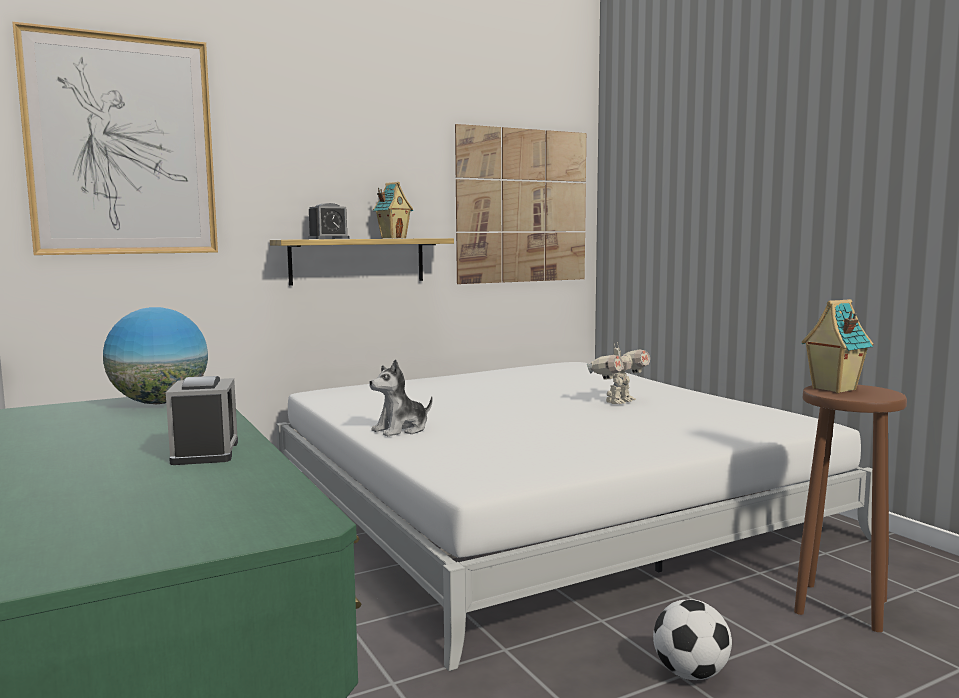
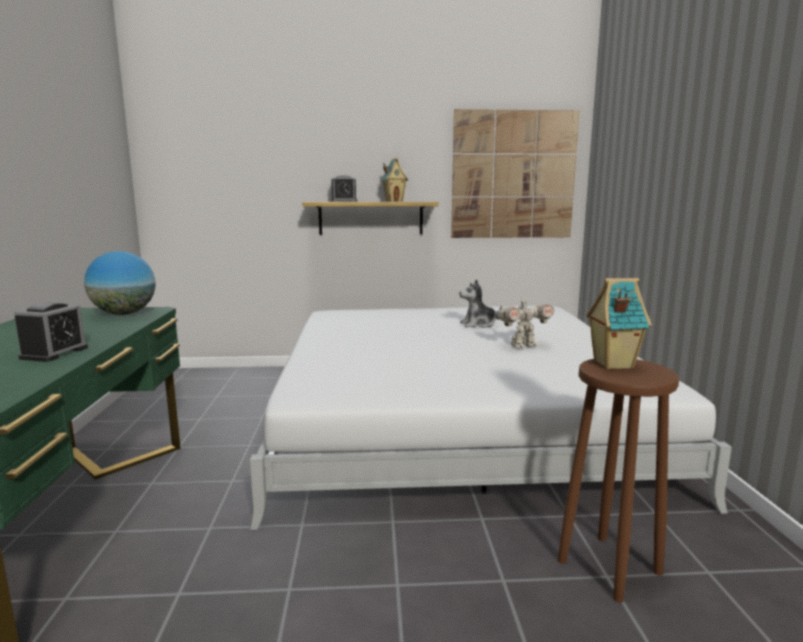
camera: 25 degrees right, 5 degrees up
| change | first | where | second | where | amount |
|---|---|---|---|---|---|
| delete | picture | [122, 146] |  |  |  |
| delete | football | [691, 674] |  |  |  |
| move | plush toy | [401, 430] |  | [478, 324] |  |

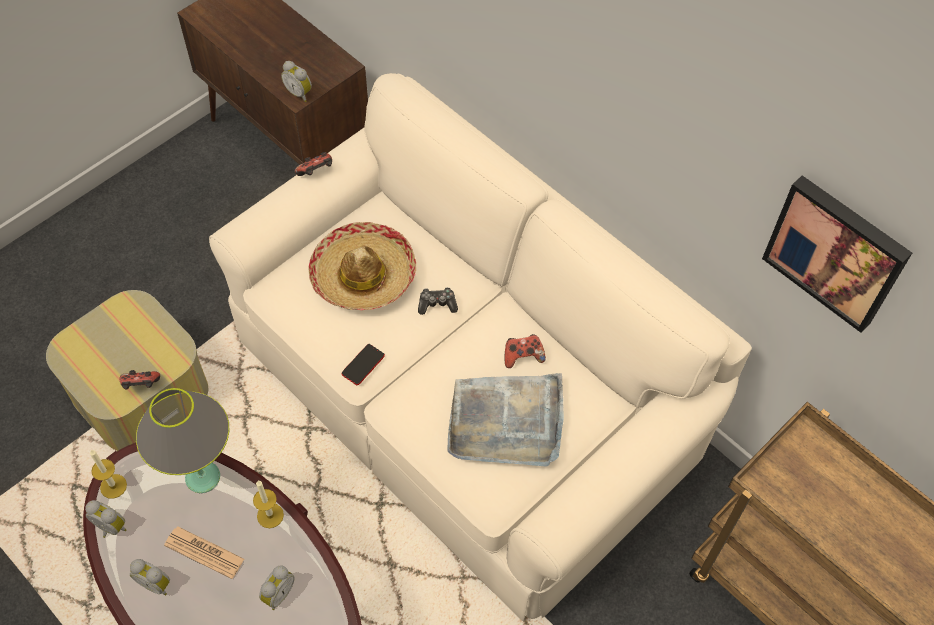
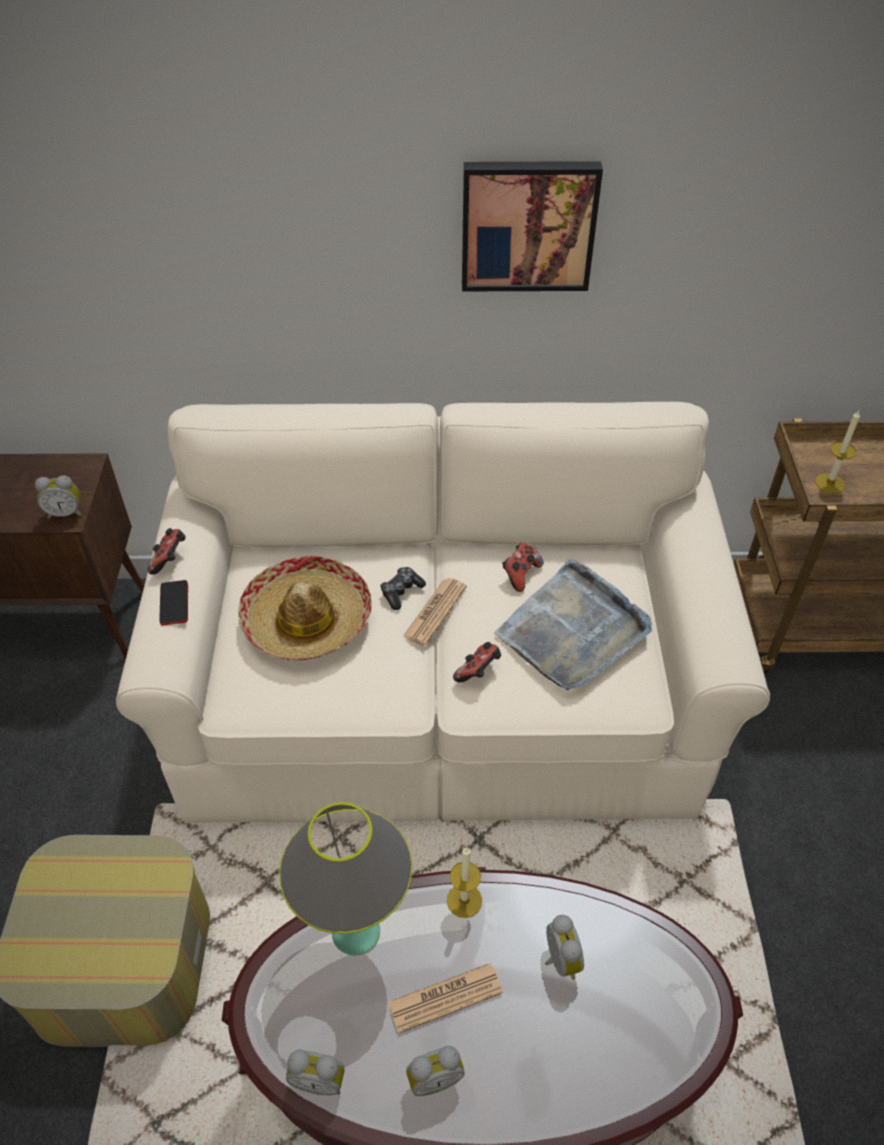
camera: 45 degrees left, 10 degrees down
| change | first | where | second | where | amount |
|---|---|---|---|---|---|
| insert |  |  | newspaper | [435, 612] |  |
| move | candle | [113, 486] |  | [830, 483] |  |
| move | game controller | [141, 386] |  | [478, 672] |  |
| move | phone | [363, 365] |  | [174, 603] |  |
| move | picture | [837, 251] |  | [528, 225] |  |
| rotate | alarm clock | [109, 529] |  | [319, 1079] | 150 degrees counterclockwise |

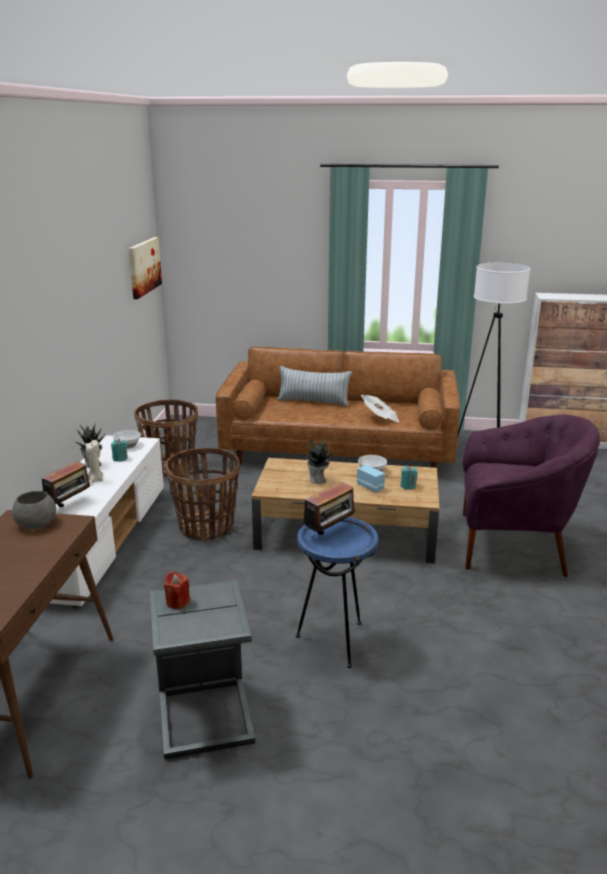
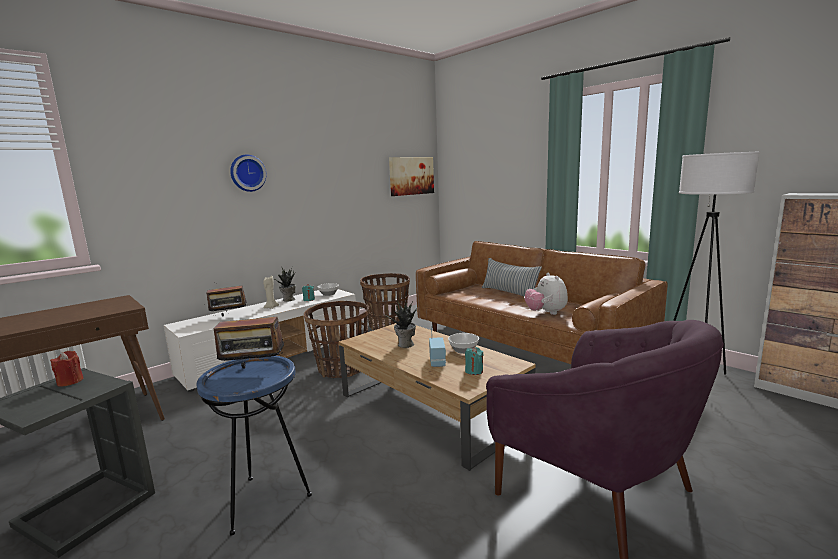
camera: 40 degrees right, 10 degrees down
| change | first | where | second | where | amount |
|---|---|---|---|---|---|
| delete | grey bowl | [37, 523] |  |  |  |
| insert |  |  | wall clock | [247, 173] |  |
| replace | newspaper | [380, 418] | plush toy | [546, 313] |  |

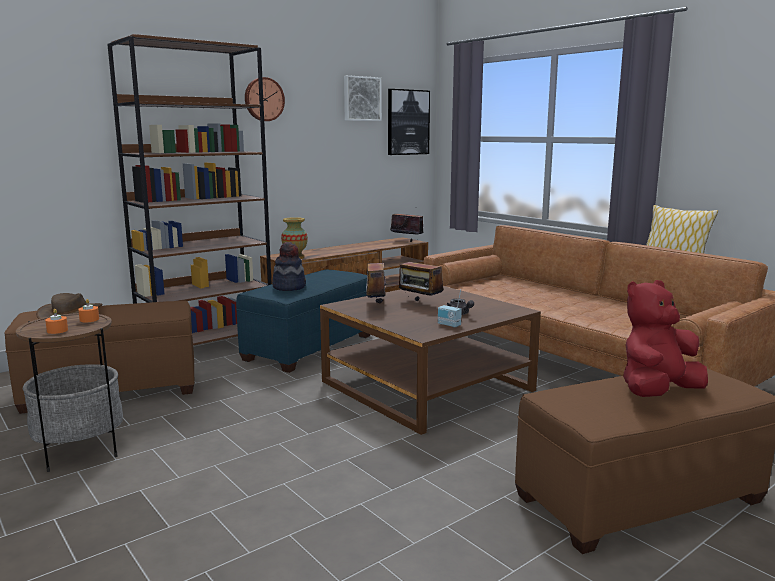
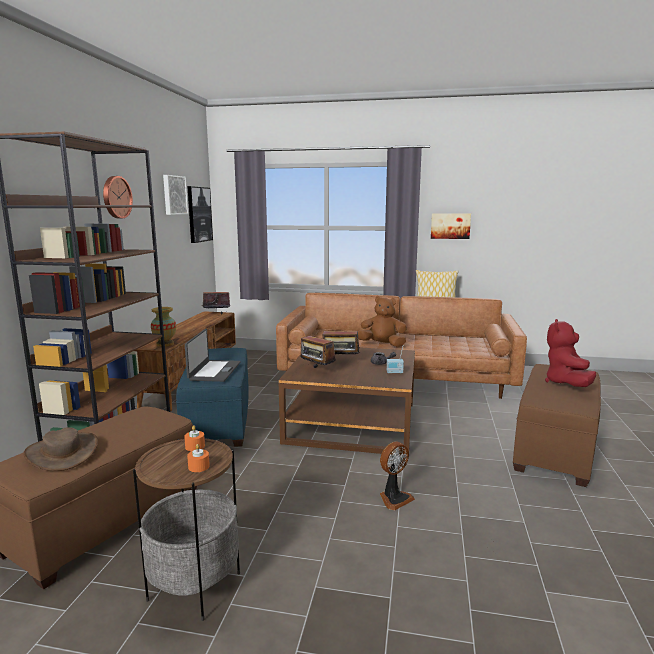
camera: 40 degrees left, 0 degrees up
| change | first | where | second | where | amount |
|---|---|---|---|---|---|
| insert |  |  | brown plush toy | [382, 345] |  |
| insert |  |  | fan | [394, 498] |  |
| insert |  |  | picture | [450, 226] |  |
| replace | hat | [289, 287] | laptop | [214, 371] |  |

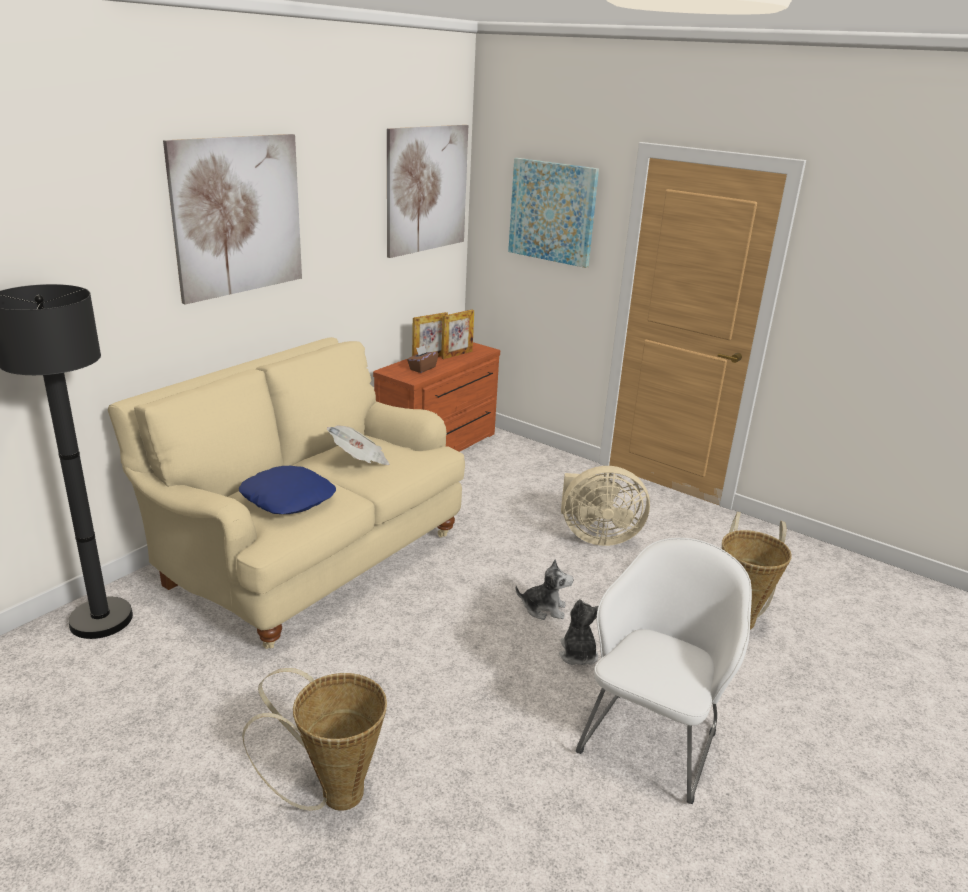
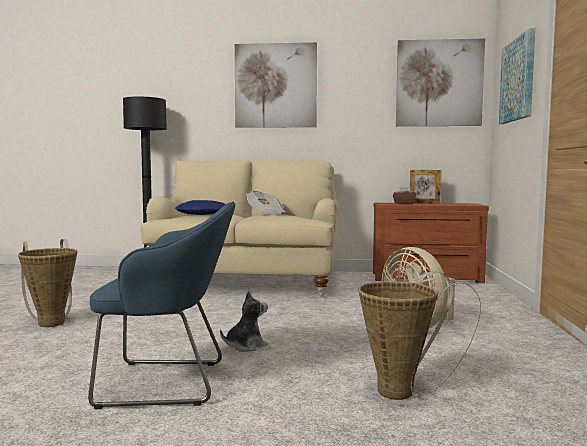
camera: 60 degrees right, 20 degrees down
| change | first | where | second | where | amount |
|---|---|---|---|---|---|
| delete | picture frame | [457, 354] |  |  |  |
| delete | plush toy | [544, 609] |  |  |  |
| recolor | white armchair | [652, 737] | blue armchair | [169, 383] |  |

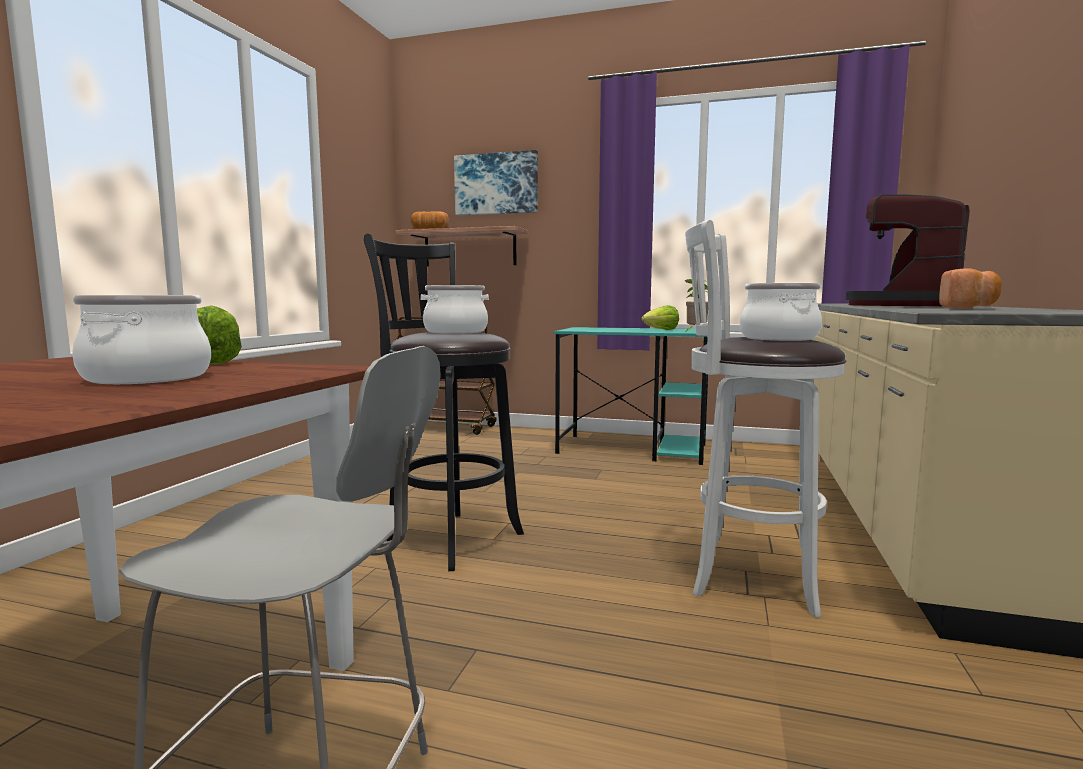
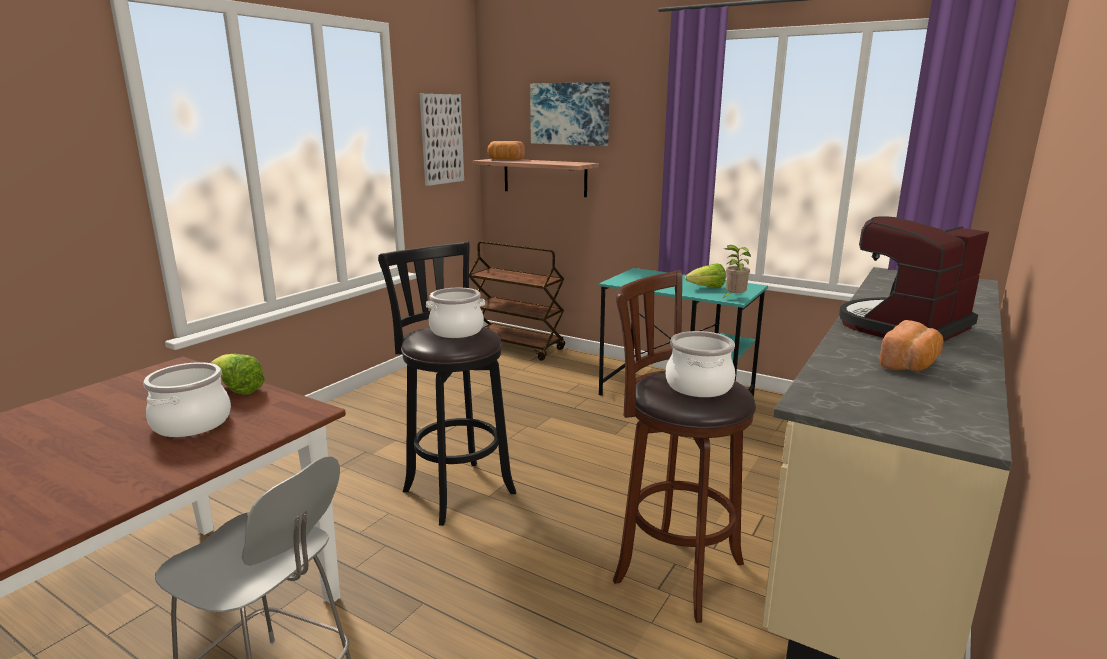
camera: 15 degrees right, 10 degrees up
| change | first | where | second | where | amount |
|---|---|---|---|---|---|
| insert |  |  | picture | [441, 139] |  |
| recolor | white stool | [747, 575] | brown stool | [672, 569] |  |

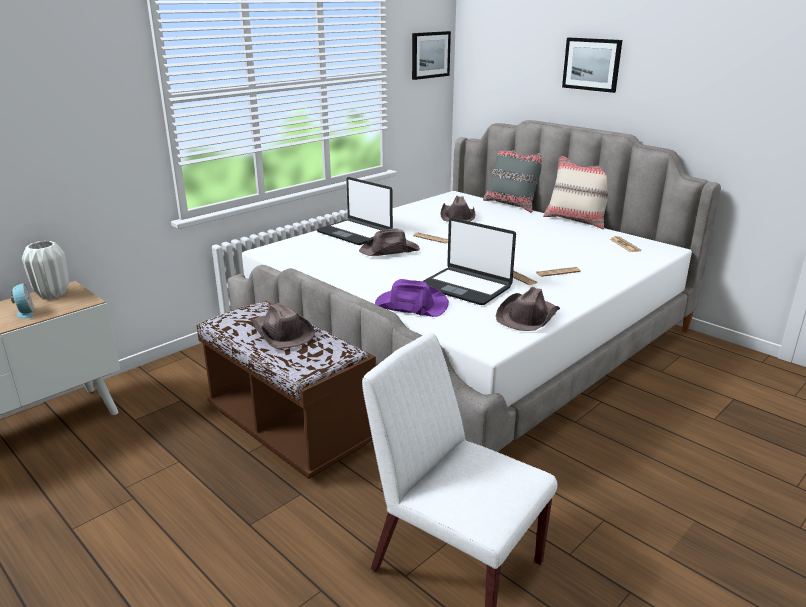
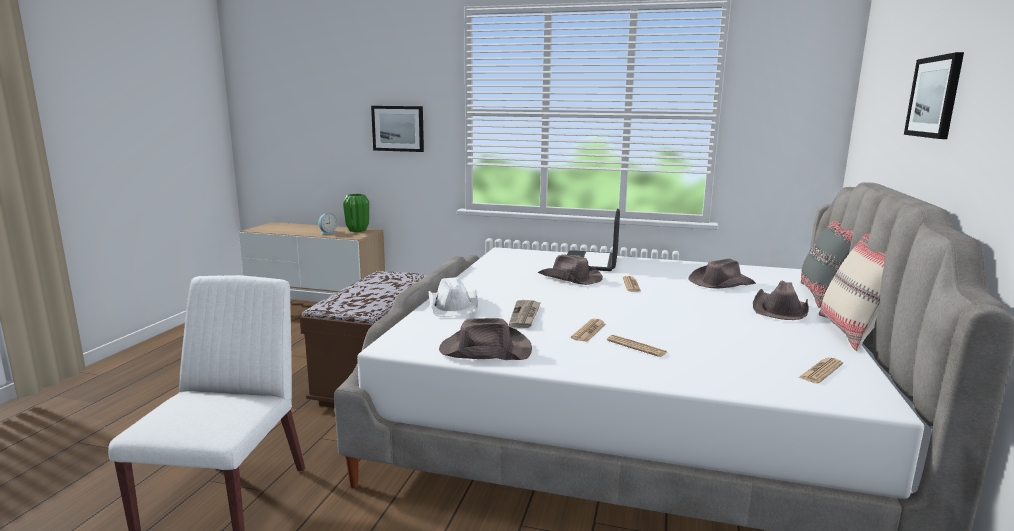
camera: 60 degrees right, 10 degrees down
| change | first | where | second | where | amount |
|---|---|---|---|---|---|
| move | brown hat | [281, 333] |  | [780, 310] |  |
| move | picture | [430, 55] |  | [398, 128] |  |
| replace | laptop | [465, 287] | newspaper | [525, 315] |  |
| recolor | white vase | [52, 294] | green vase | [357, 230] |  |
| recolor | purple hat | [411, 305] | white hat | [454, 305] |  |

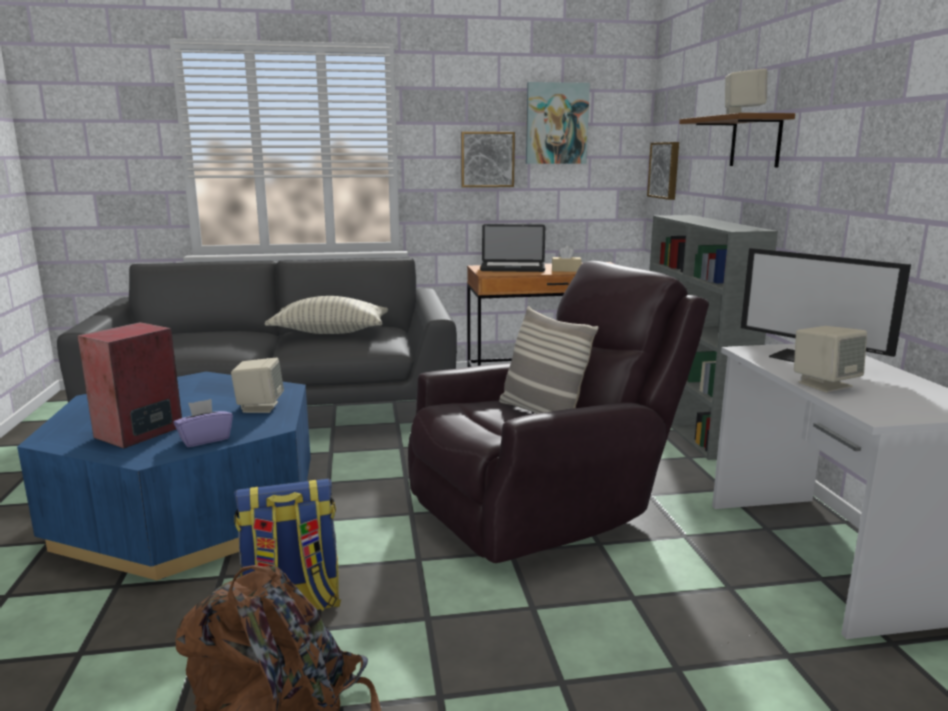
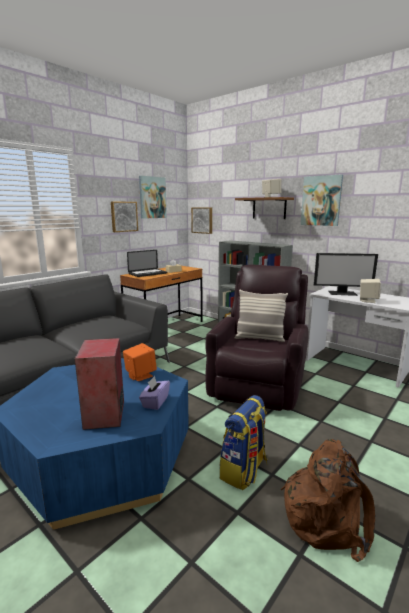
camera: 40 degrees left, 0 degrees up
| change | first | where | second | where | amount |
|---|---|---|---|---|---|
| delete | pillow | [330, 332] |  |  |  |
| insert |  |  | picture | [321, 201] |  |
| recolor | beige speaker | [260, 407] | orange speaker | [140, 375] |  |

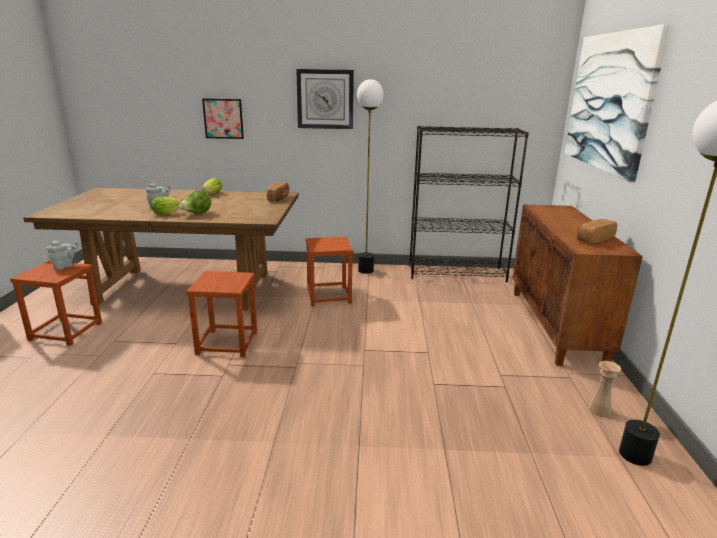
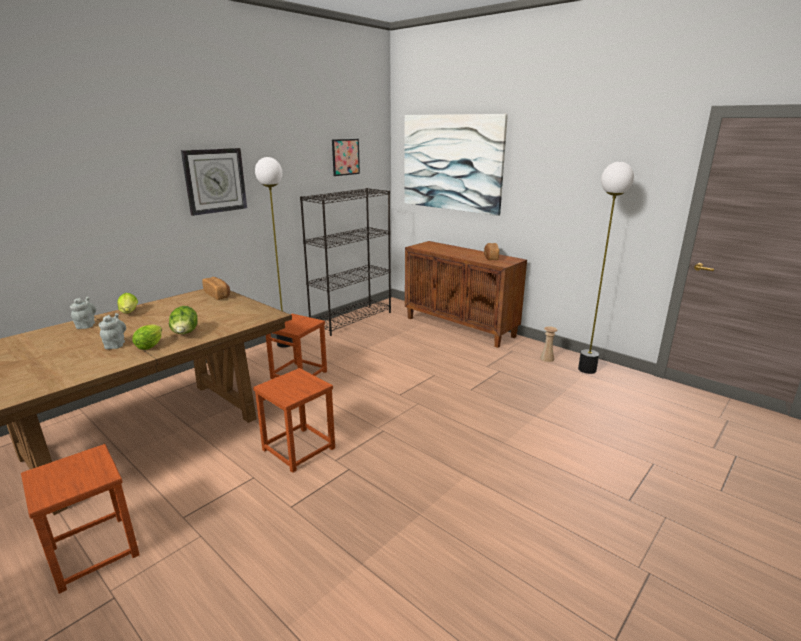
camera: 50 degrees left, 0 degrees up
| change | first | where | second | where | amount |
|---|---|---|---|---|---|
| move | grey teapot | [65, 266] |  | [86, 325] |  |
| move | picture | [223, 118] |  | [345, 157] |  |

